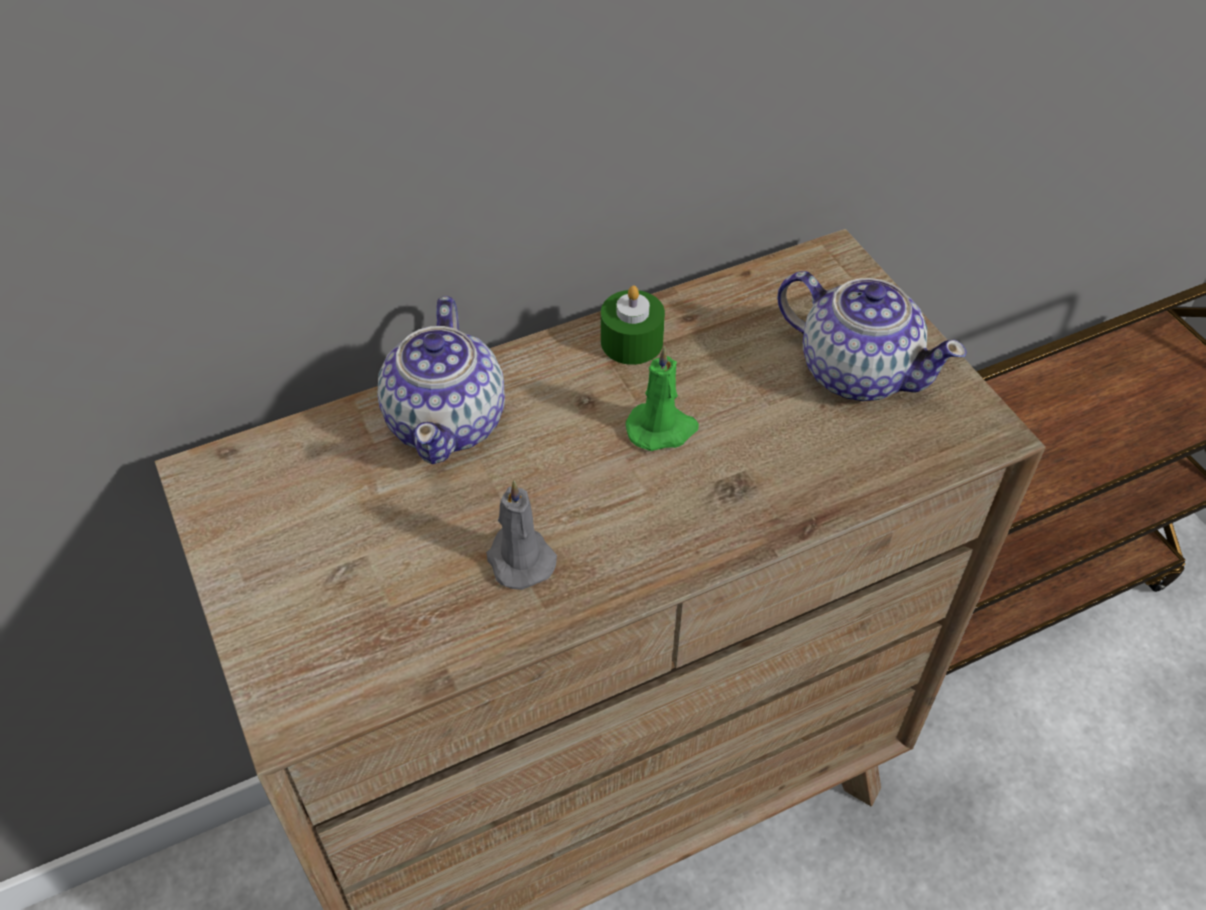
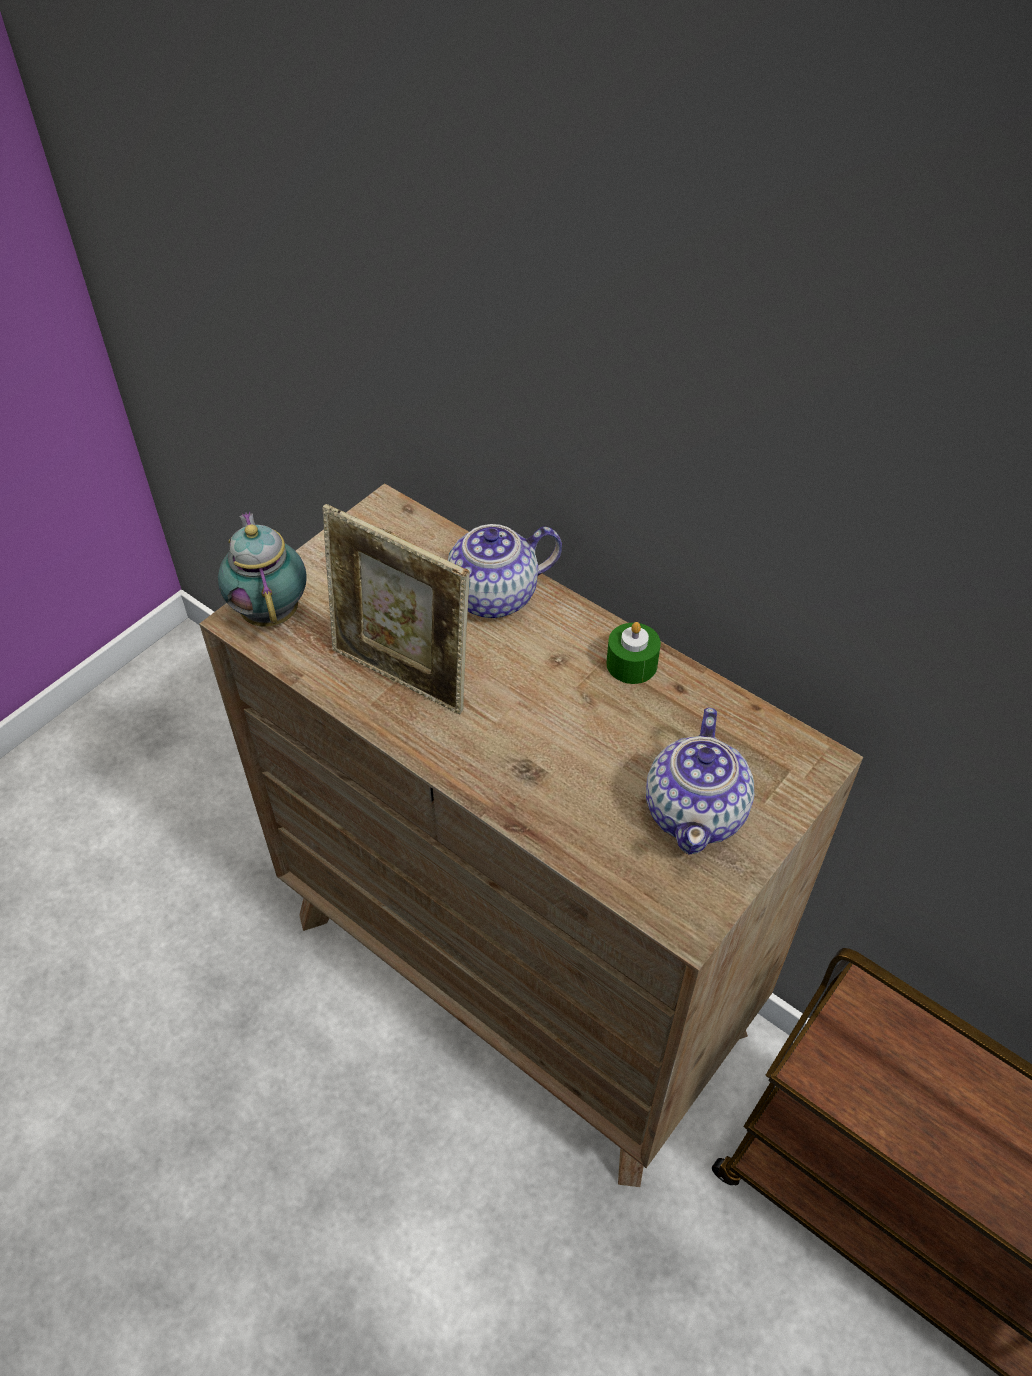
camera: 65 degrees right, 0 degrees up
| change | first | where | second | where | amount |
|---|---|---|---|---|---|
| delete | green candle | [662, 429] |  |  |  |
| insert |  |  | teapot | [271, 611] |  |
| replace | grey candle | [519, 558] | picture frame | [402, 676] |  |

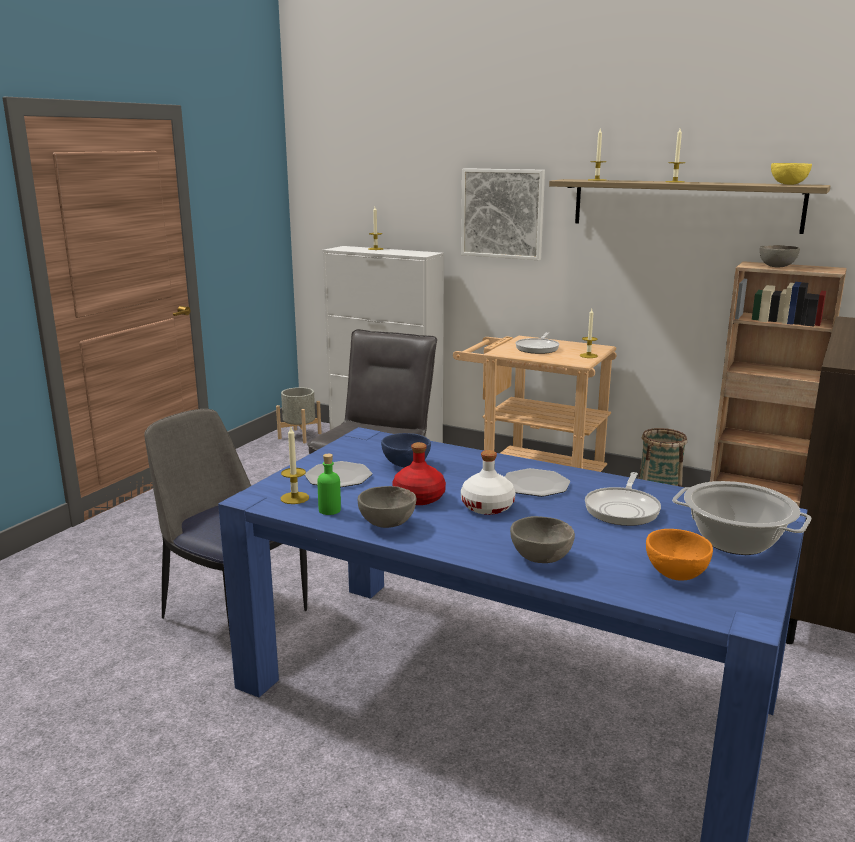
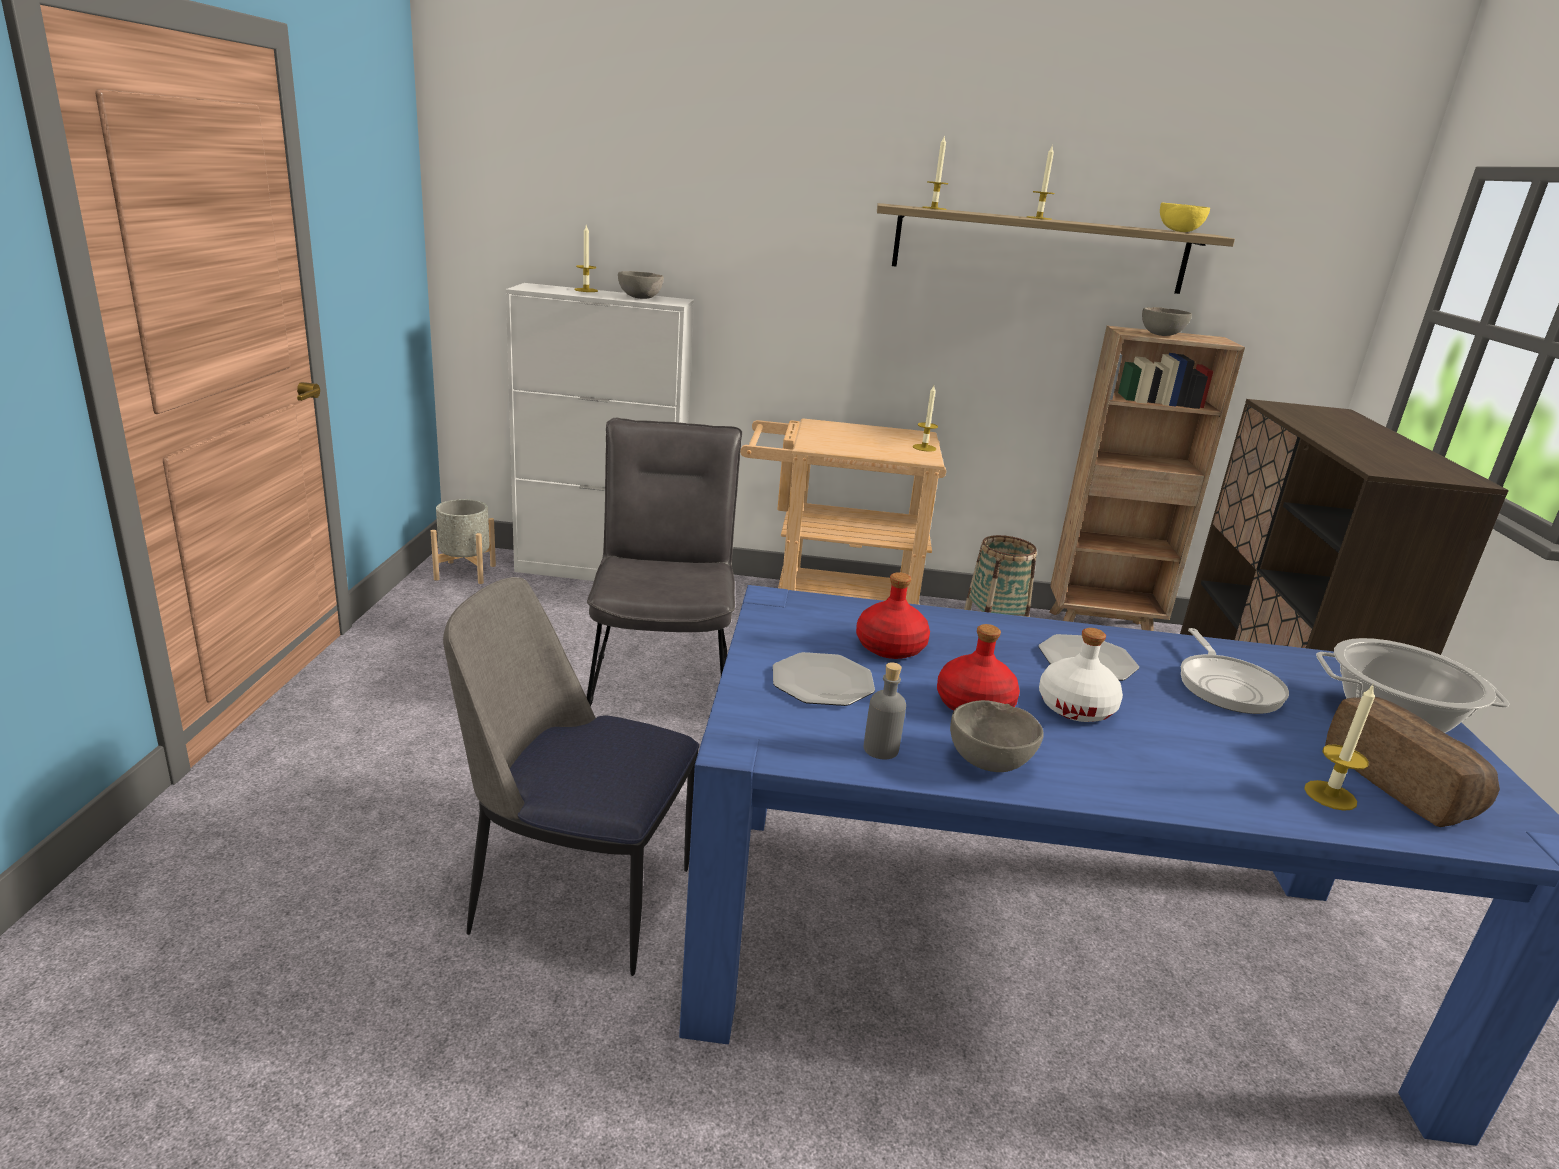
camera: 25 degrees left, 5 degrees up
| change | first | where | second | where | amount |
|---|---|---|---|---|---|
| delete | picture | [502, 213] |  |  |  |
| delete | frying pan | [538, 348] |  |  |  |
| move | candle | [294, 498] |  | [1330, 795] |  |
| move | grey bowl | [541, 559] |  | [640, 298] |  |
| replace | blue bowl | [406, 465] | red bottle | [891, 648] |  |
| replace | orange bowl | [675, 574] | bread | [1402, 784] |  |
| recolor | green bottle | [329, 510] | grey bottle | [881, 749] |  |

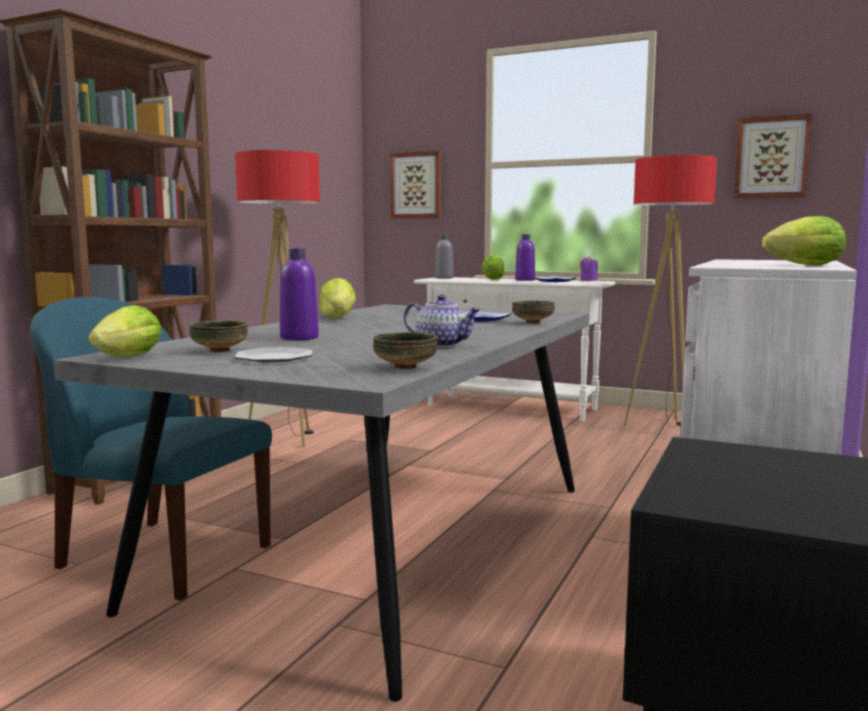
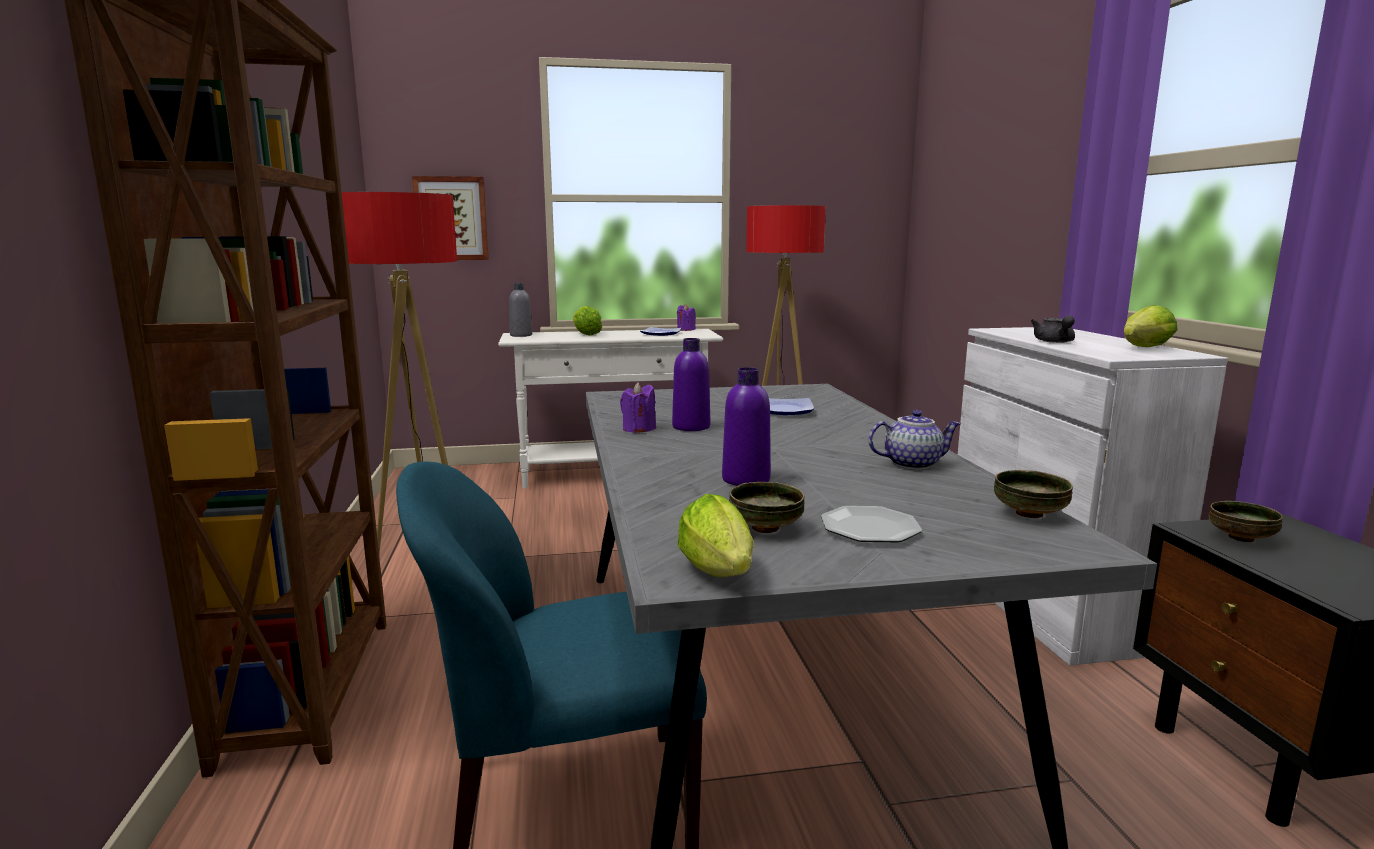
camera: 35 degrees left, 5 degrees up
| change | first | where | second | where | amount |
|---|---|---|---|---|---|
| delete | picture | [772, 157] |  |  |  |
| insert |  |  | grey teapot | [1055, 342] |  |
| move | bowl | [532, 323] |  | [1241, 538] |  |
| move | purple bottle | [525, 280] |  | [691, 427] |  |
| replace | lettuce | [338, 318] | purple candle | [638, 429] |  |

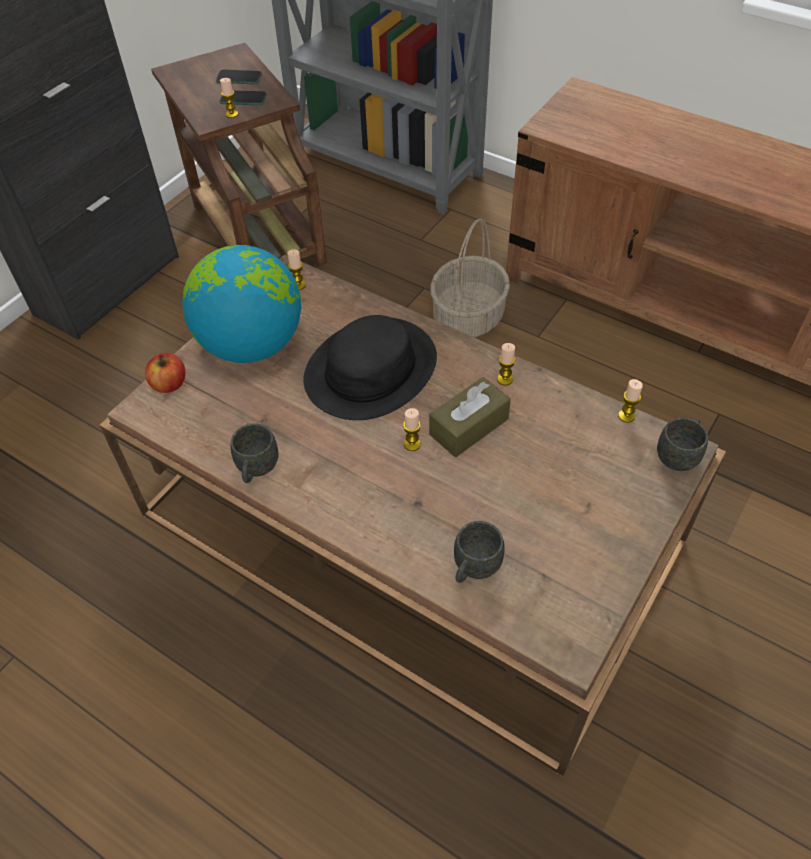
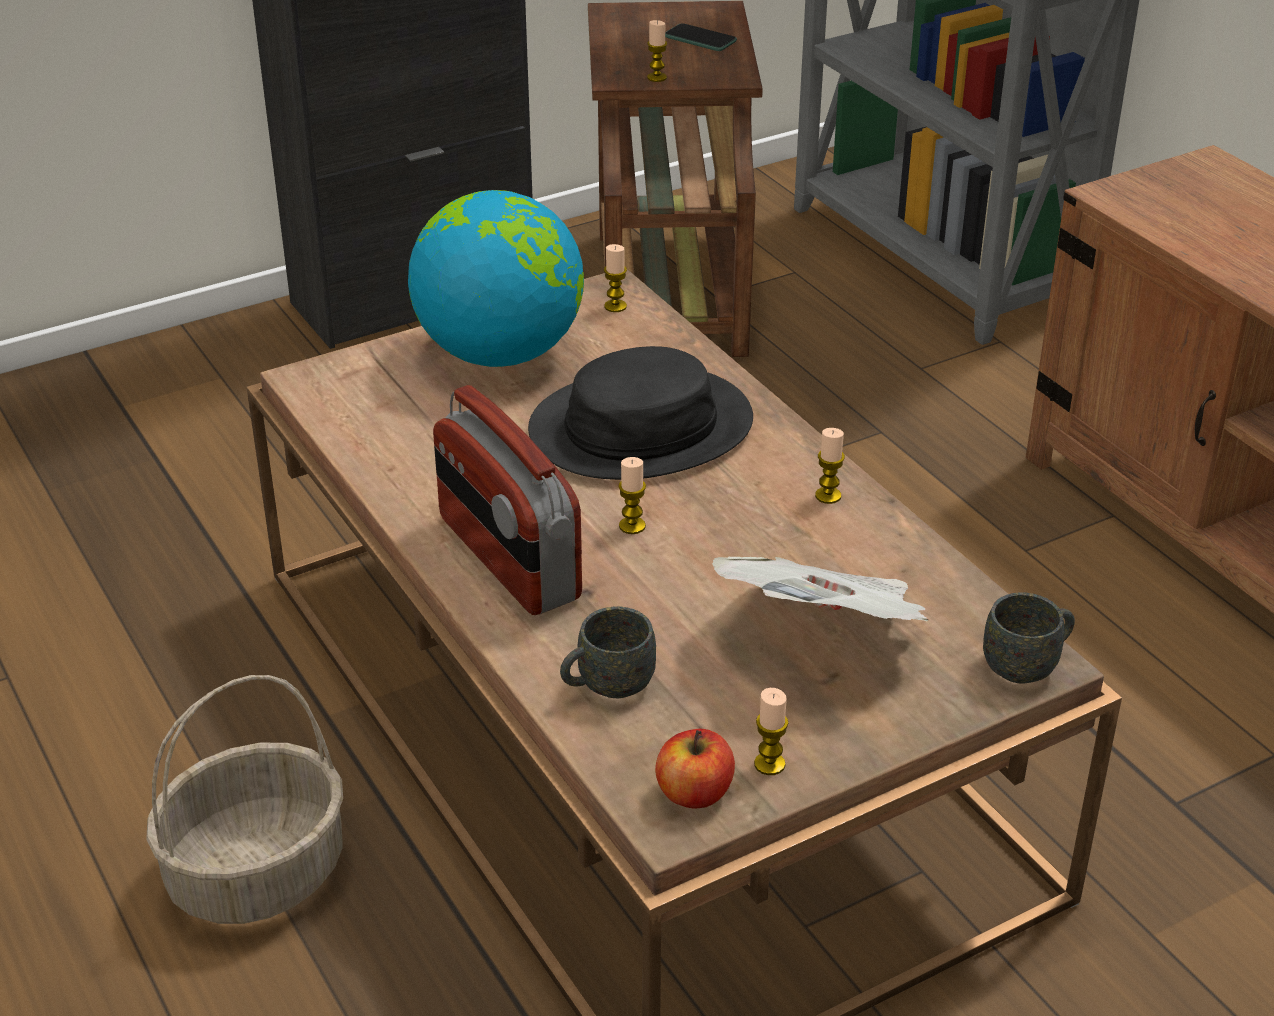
camera: 25 degrees right, 15 degrees down
| change | first | where | second | where | amount |
|---|---|---|---|---|---|
| delete | phone | [243, 99] |  |  |  |
| delete | grey mug | [256, 469] |  |  |  |
| delete | brown tissue box | [469, 426] |  |  |  |
| insert |  |  | radio | [507, 559] |  |
| insert |  |  | newspaper | [825, 632] |  |
| move | apple | [169, 384] |  | [694, 793] |  |
| move | basket | [468, 317] |  | [256, 875] |  |
| move | candle | [626, 416] |  | [769, 764] |  |

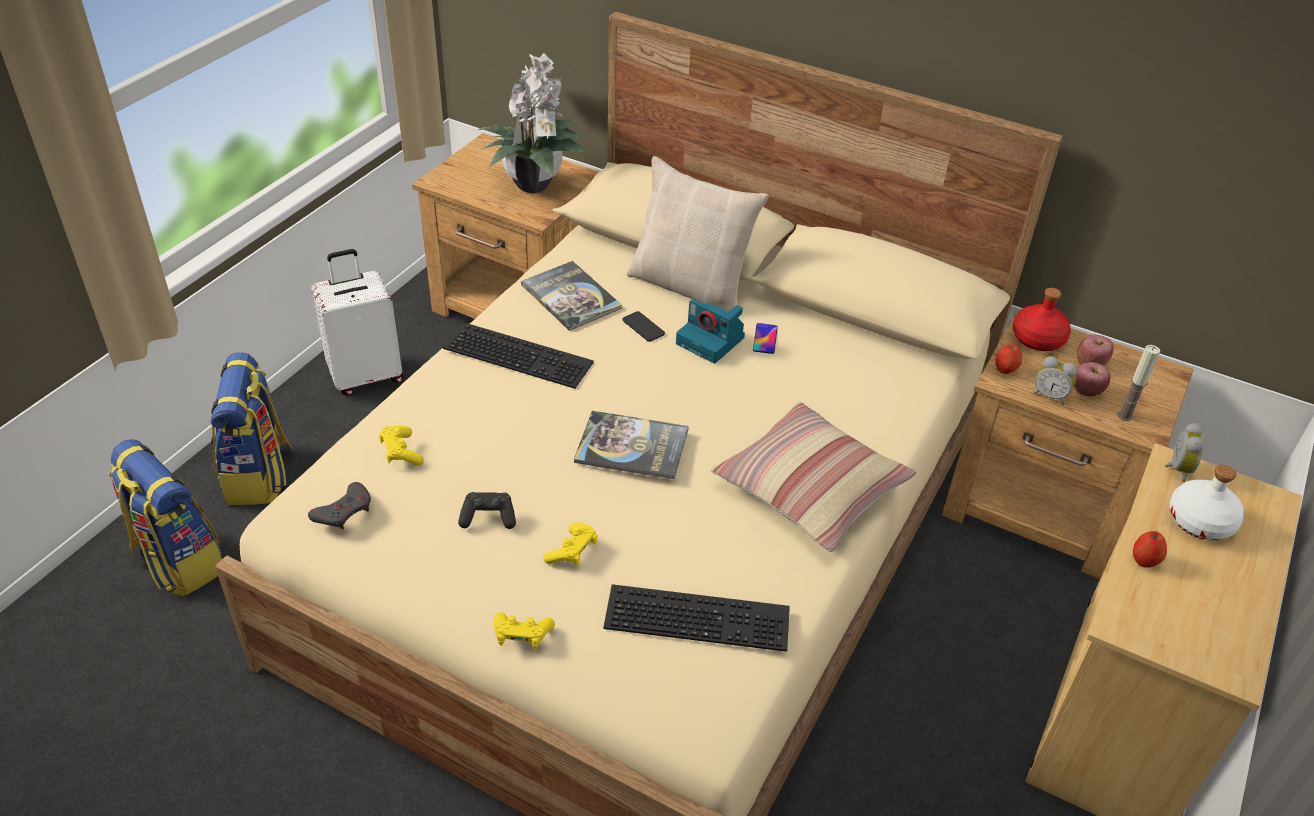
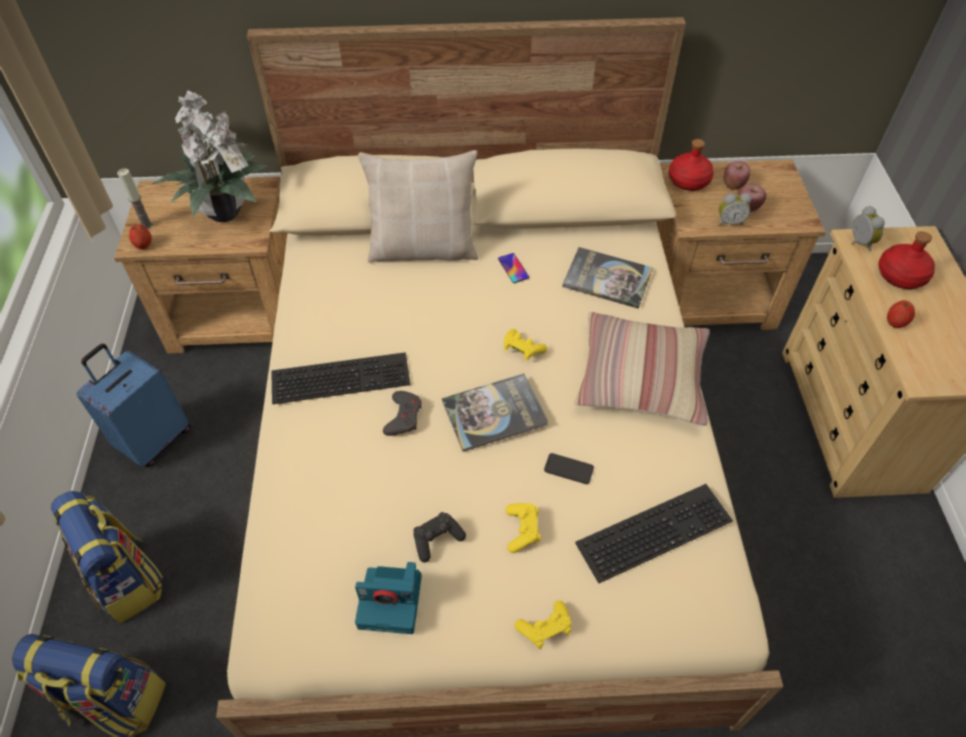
camera: 30 degrees left, 10 degrees up
| change | first | where | second | where | amount |
|---|---|---|---|---|---|
| move | grey game controller | [344, 511] |  | [403, 416] |  |
| move | yellow game controller | [401, 453] |  | [522, 349] |  |
| move | book | [571, 297] |  | [607, 278] |  |
| move | phone | [643, 327] |  | [568, 469] |  |
| move | photo camera | [712, 341] |  | [392, 601] |  |
| move | apple | [1005, 370] |  | [144, 245] |  |
| move | candle | [1125, 415] |  | [146, 225] |  |
| recolor | white suitcase | [366, 376] | blue suitcase | [154, 439] |  |
| recolor | white bottle | [1199, 522] | red bottle | [901, 276] |  |

